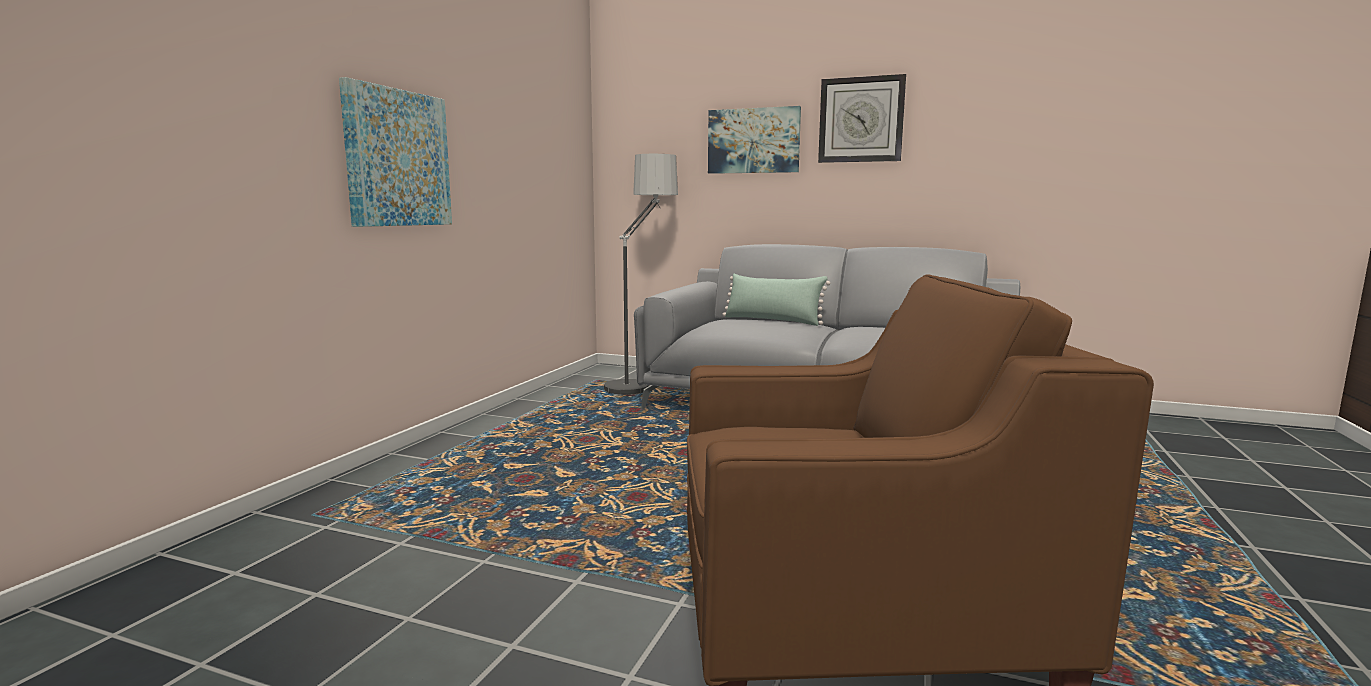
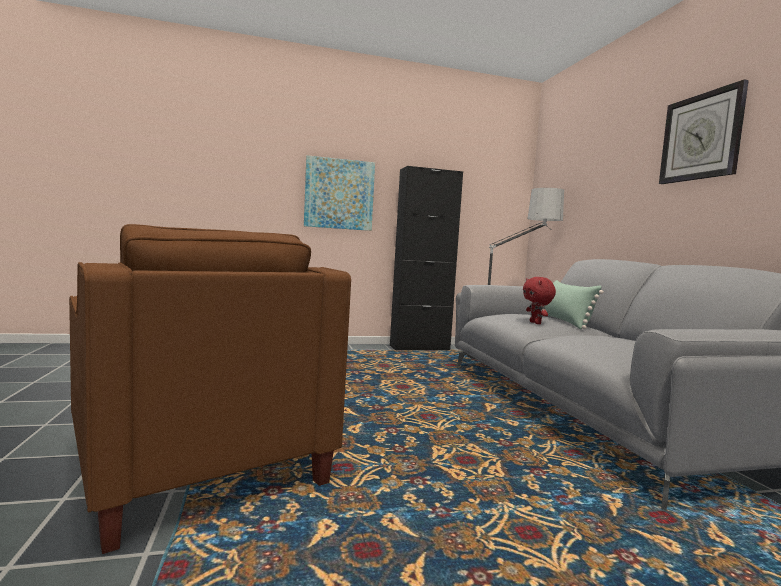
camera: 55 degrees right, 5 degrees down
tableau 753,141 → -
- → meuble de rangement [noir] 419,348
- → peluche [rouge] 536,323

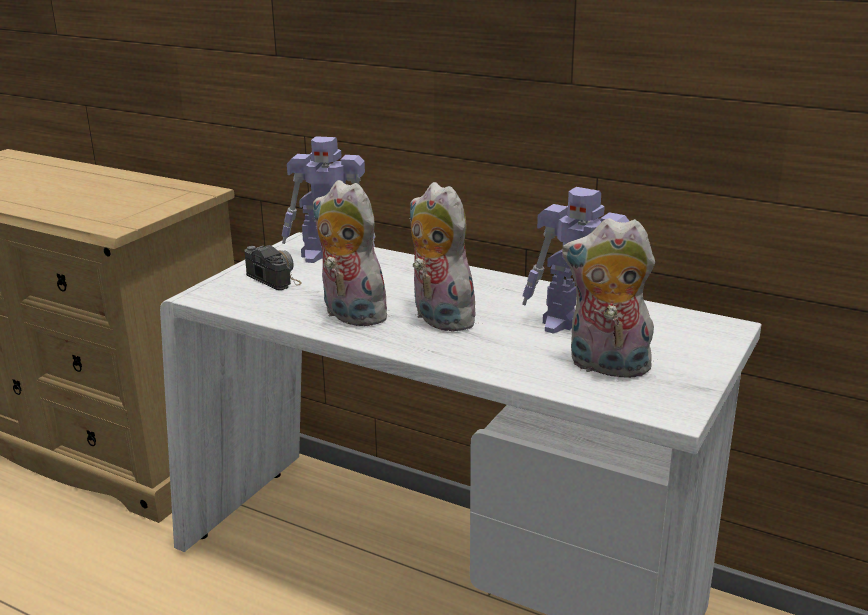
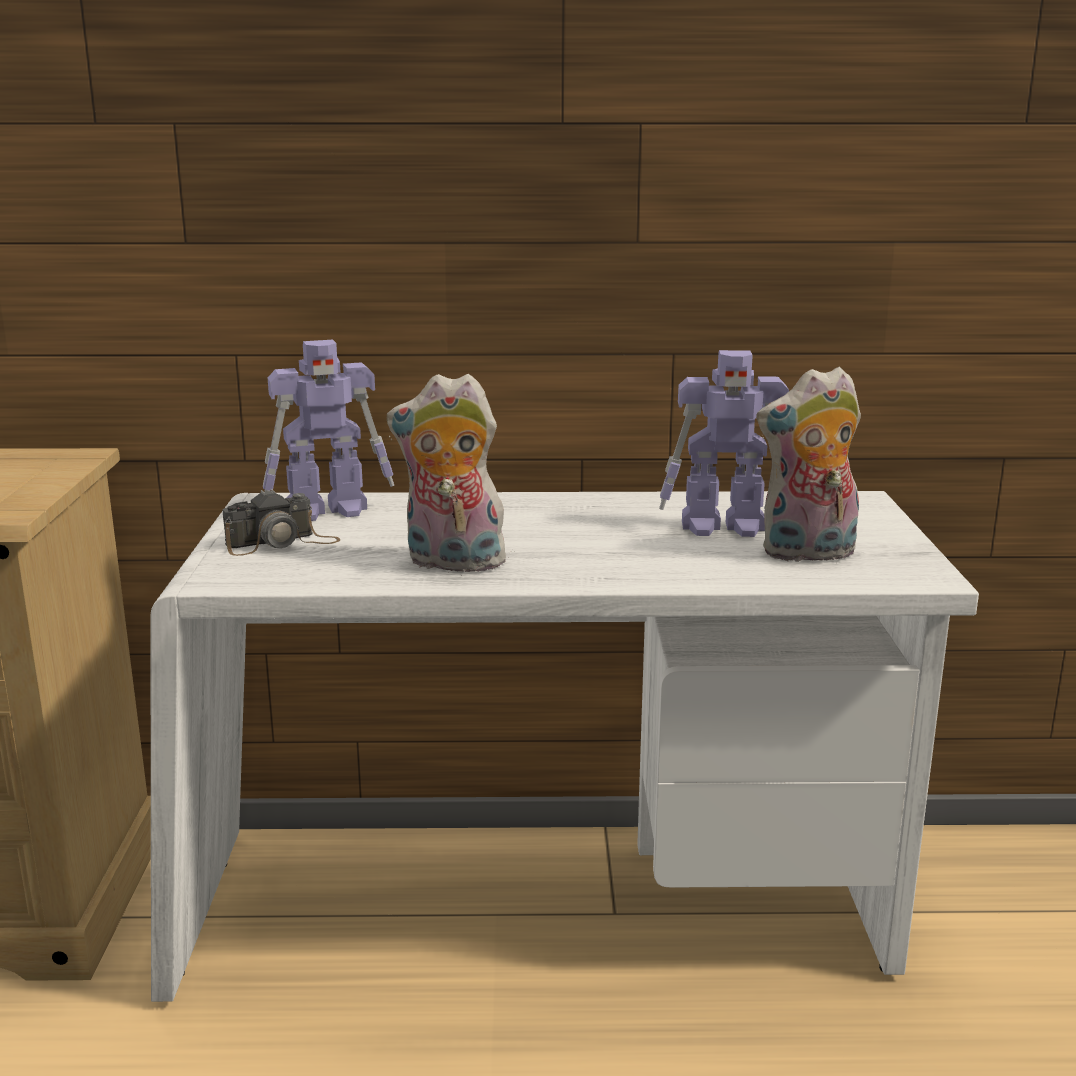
camera: 30 degrees left, 5 degrees down
peluche 438,318 → -
appareil photo 272,276 → appareil photo 282,543, 135 degrees clockwise

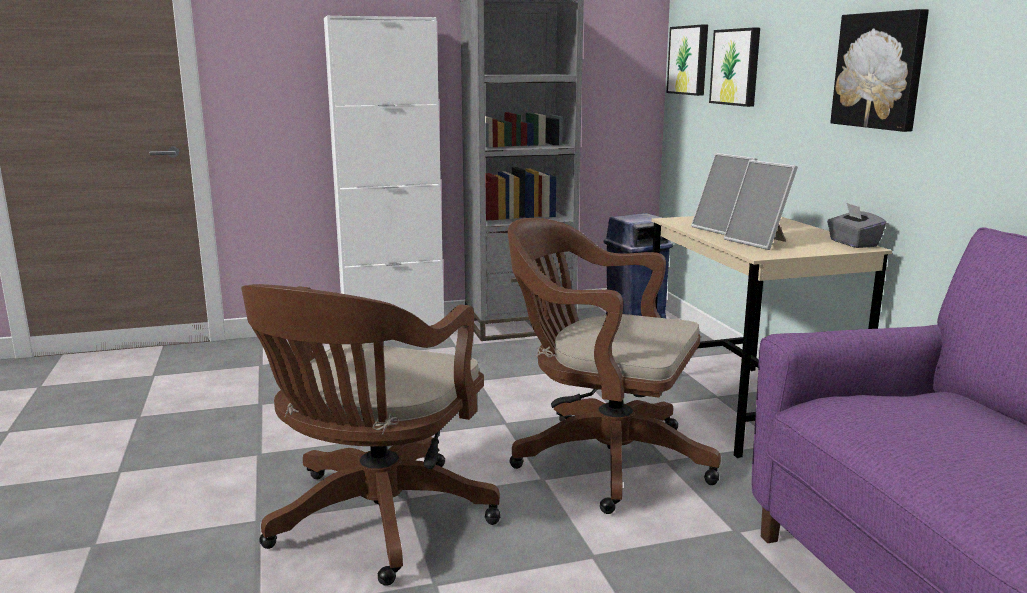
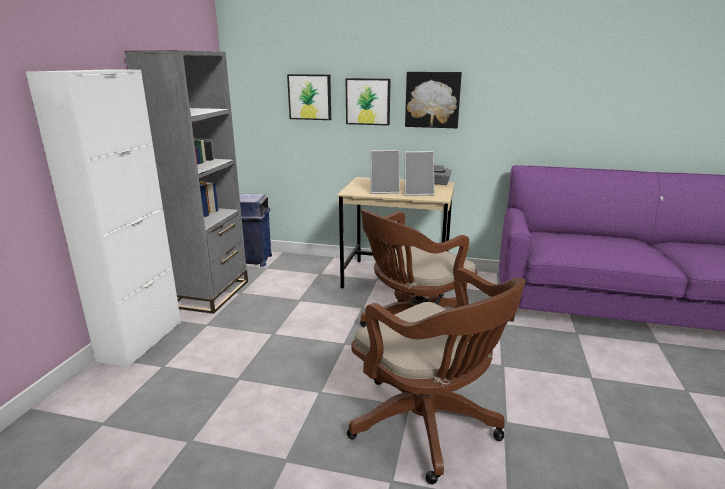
camera: 60 degrees left, 5 degrees up
tableau 689,60 → tableau 368,101, shifted

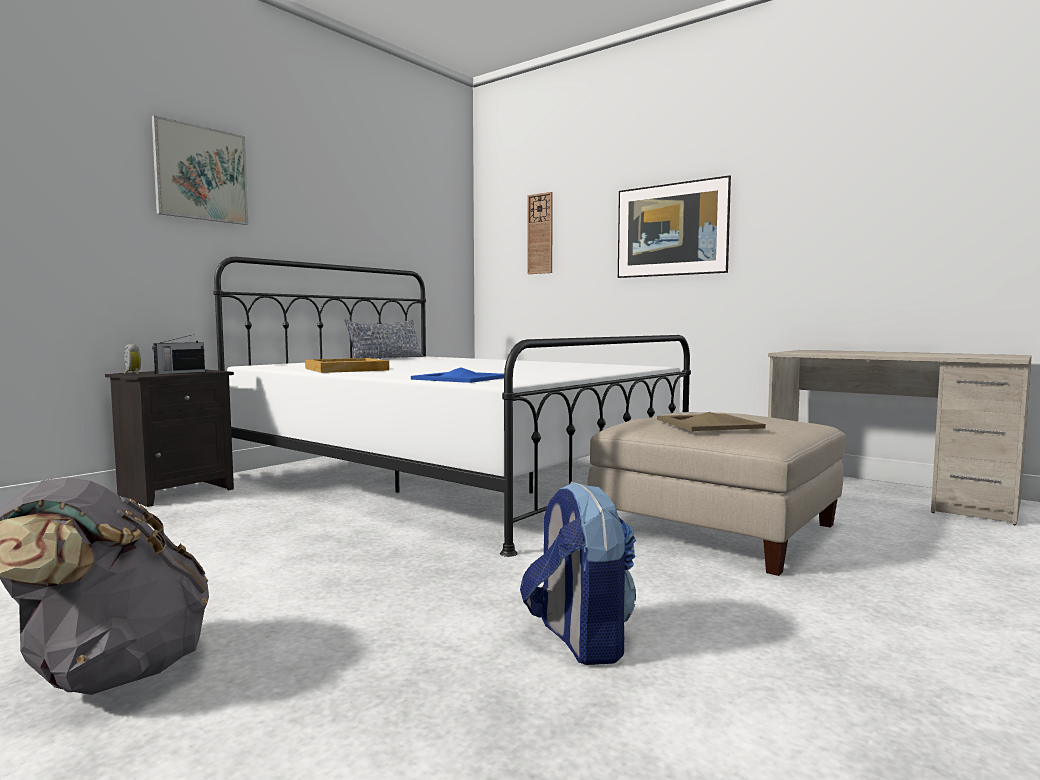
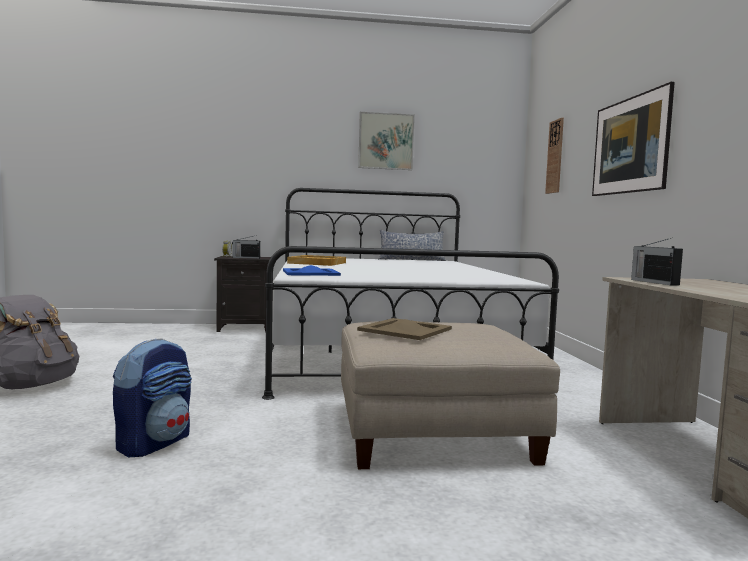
camera: 45 degrees right, 0 degrees up
- → radio 653,282
tableau 201,173 → tableau 386,141, shifted

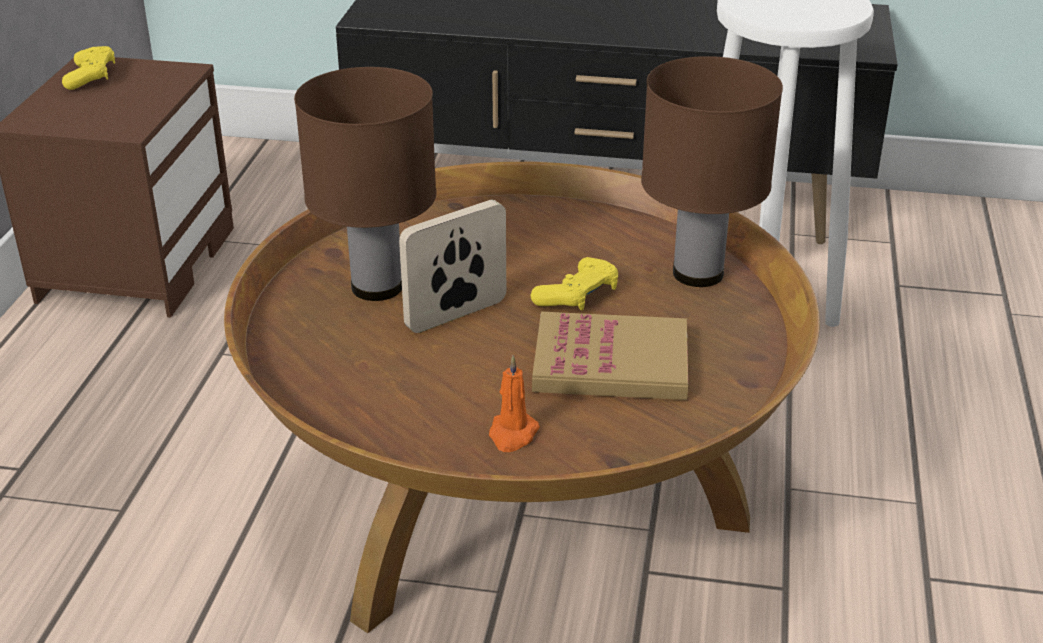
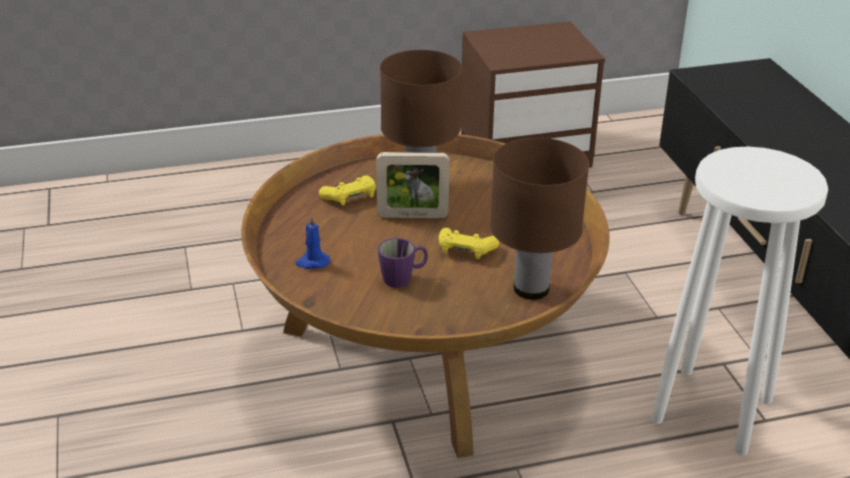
camera: 65 degrees right, 0 degrees up
manette [jaune] 91,77 → manette [jaune] 350,197, shifted
livre 611,363 → mug [violet] 403,278
bougie [orange] 512,434 → bougie [bleu] 312,262
cadre photo 456,314 → cadre photo 412,215, 150 degrees clockwise

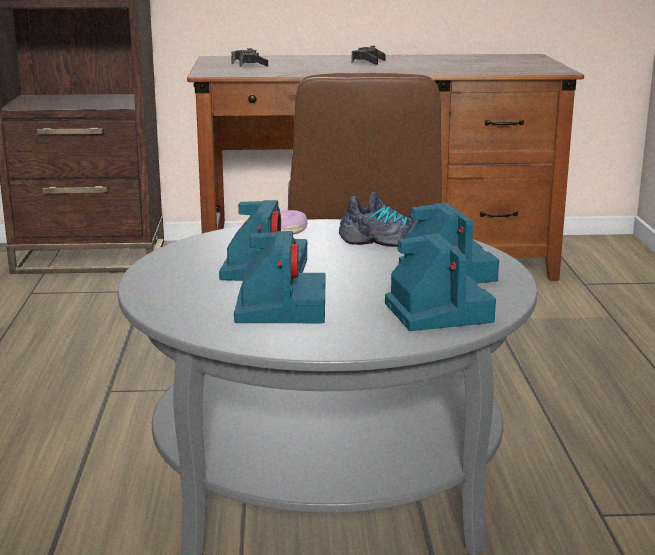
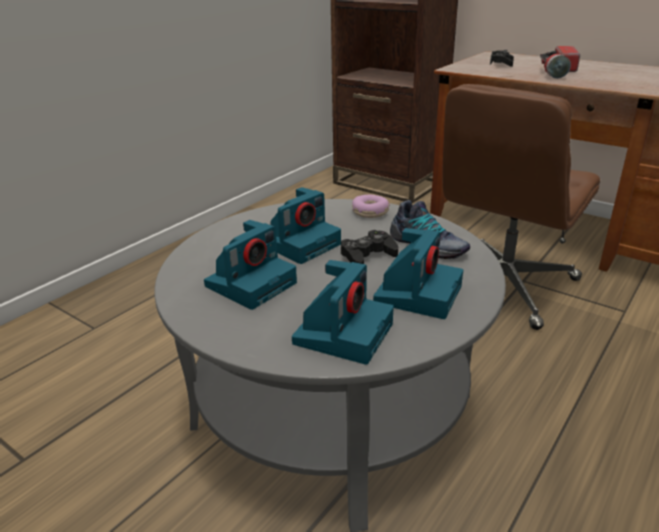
camera: 40 degrees right, 10 degrees up
- → lampe de poche 557,72
manette [noir] 368,62 → manette [noir] 367,256, shifted

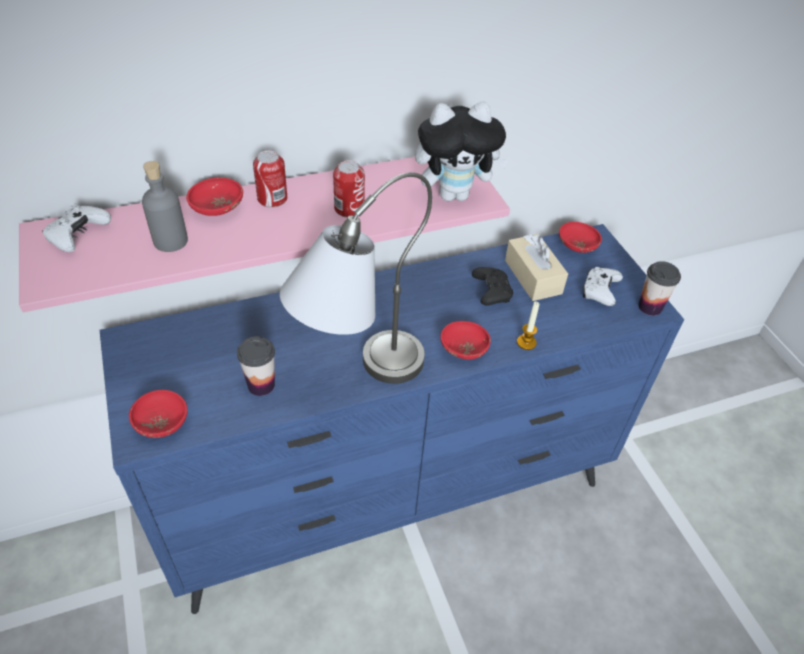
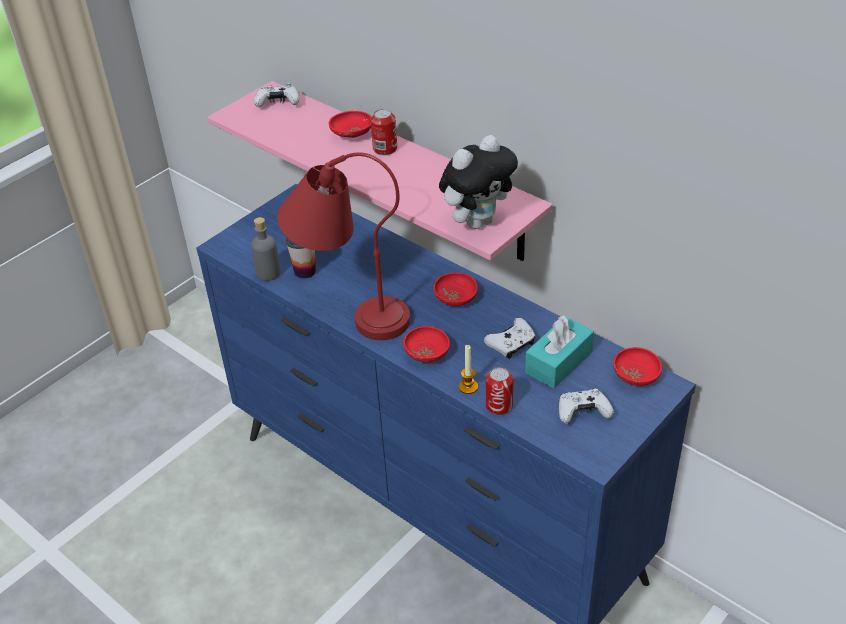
camera: 65 degrees right, 5 degrees down
tasse 650,307 → -
bol [rouge] 162,423 → bol [rouge] 455,299, shifted
bouteille [gris] 170,241 → bouteille [gris] 268,273, shifted
boîte métallique 349,209 → boîte métallique 499,406, shifted
lampe de table [gris] 356,377 → lampe de table [rouge] 349,310
manette [noir] 491,292 → manette [blanc] 511,344
boîte à mouchoirs [beige] 533,277 → boîte à mouchoirs [turquoise] 558,362
peluche 454,194 → peluche 477,221, 90 degrees counterclockwise

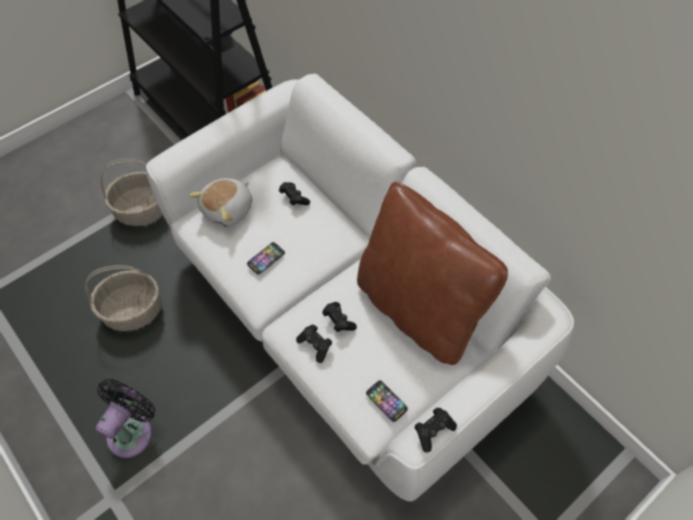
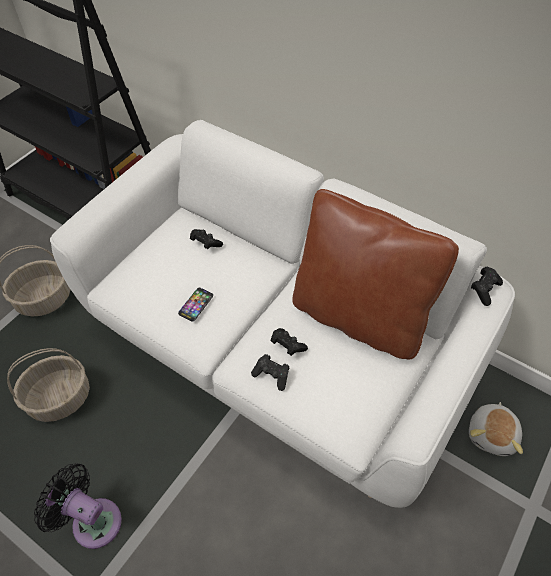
camera: 15 degrees left, 5 degrees down
téléphone 386,401 → -
peluche 228,210 → peluche 492,434, shifted
manette [noir] 433,431 → manette [noir] 484,290, shifted
ventilateur [noir] 133,430 → ventilateur [noir] 92,520, 75 degrees counterclockwise

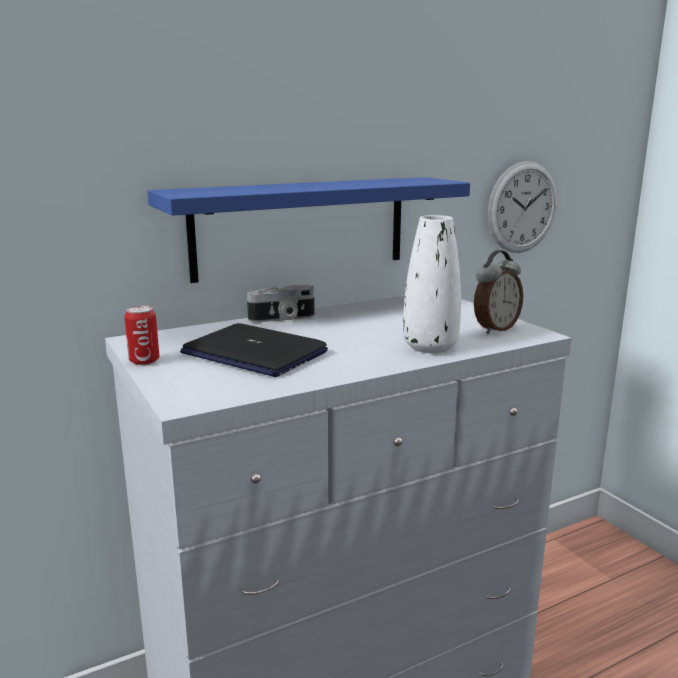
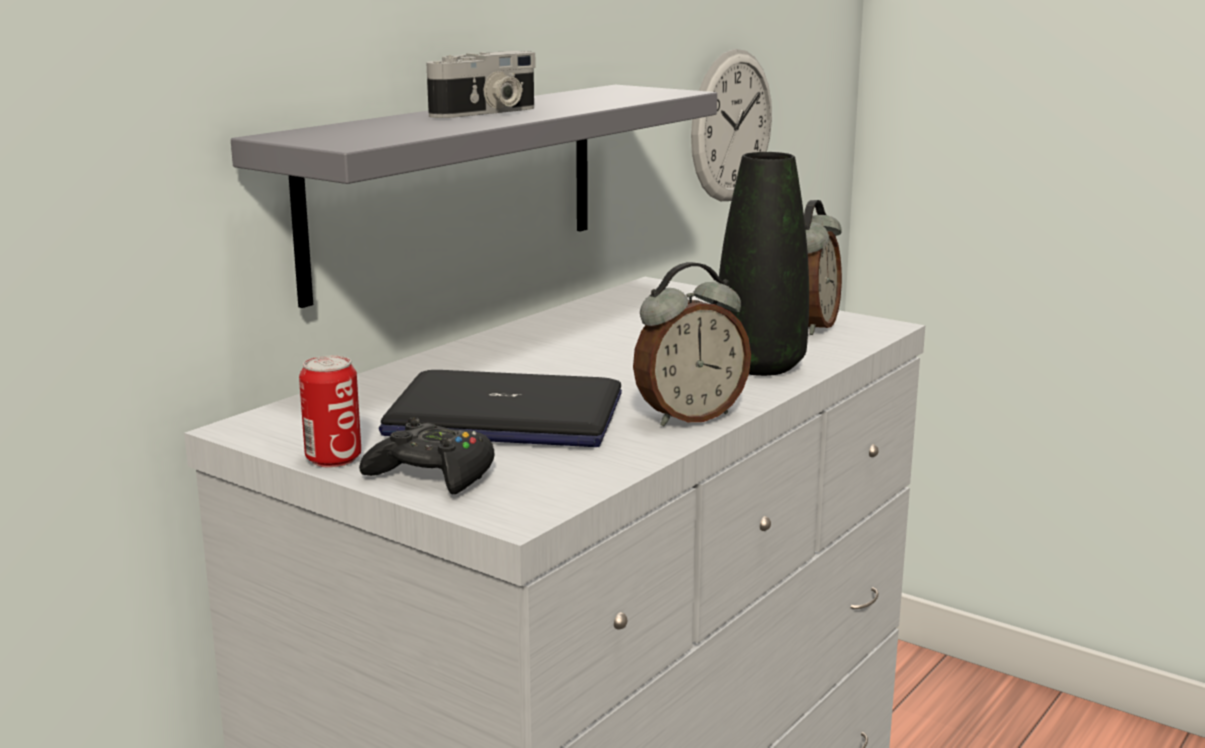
camera: 25 degrees left, 0 degrees up
- → manette [noir] 433,475
- → réveil 689,417
appareil photo 282,319 → appareil photo 487,112, shifted
étagère [bleu] 301,227 → étagère [gris] 455,186
vase [blanc] 430,347 → vase [noir] 760,366

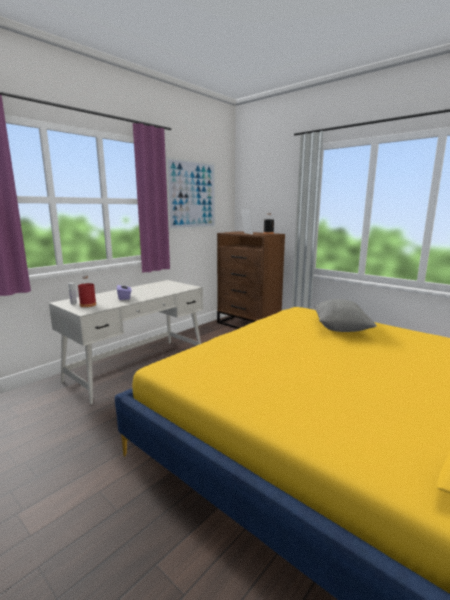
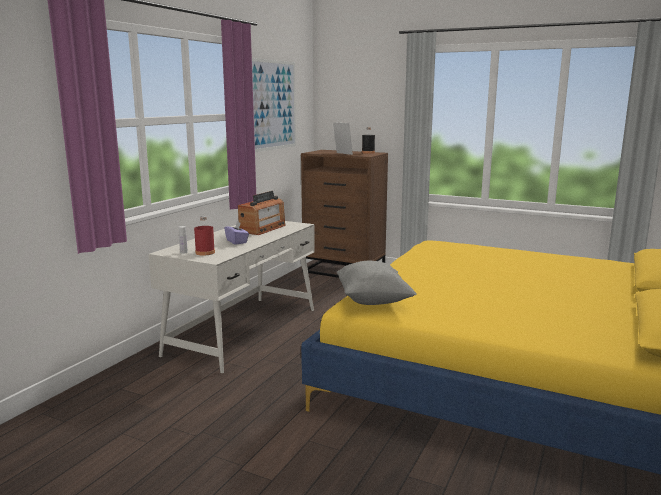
camera: 15 degrees left, 0 degrees up
- → radio 262,229
coussin [gris] 340,329 → coussin [gris] 373,301, shifted

